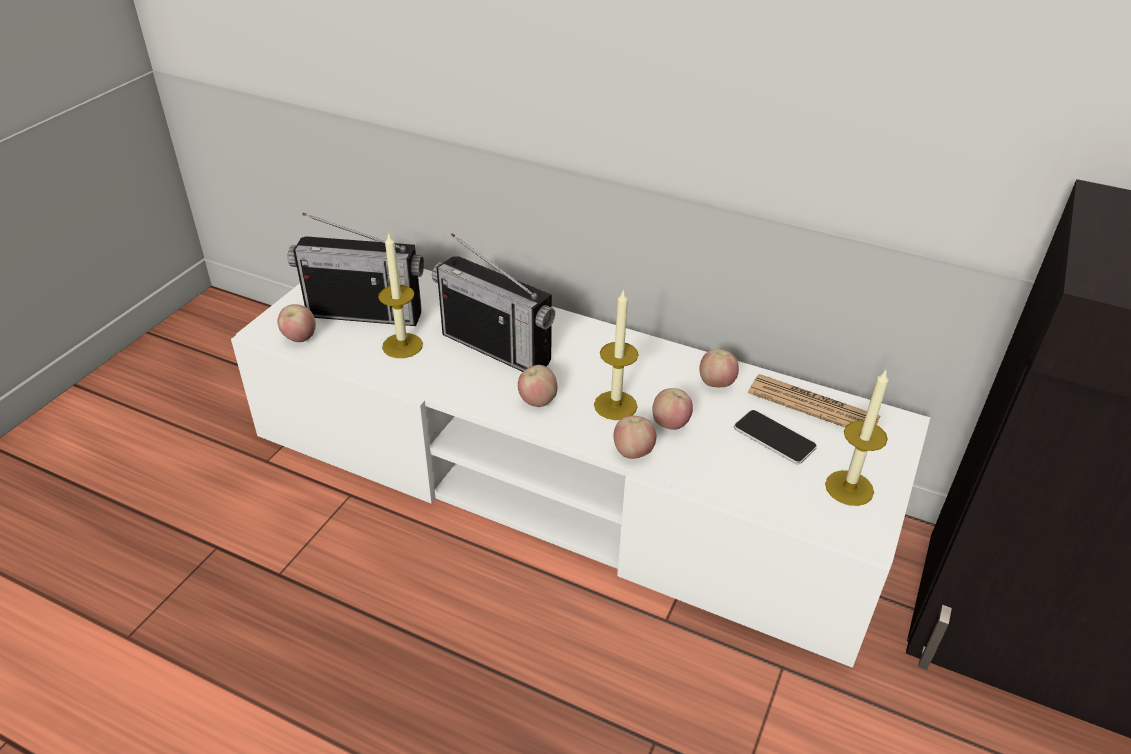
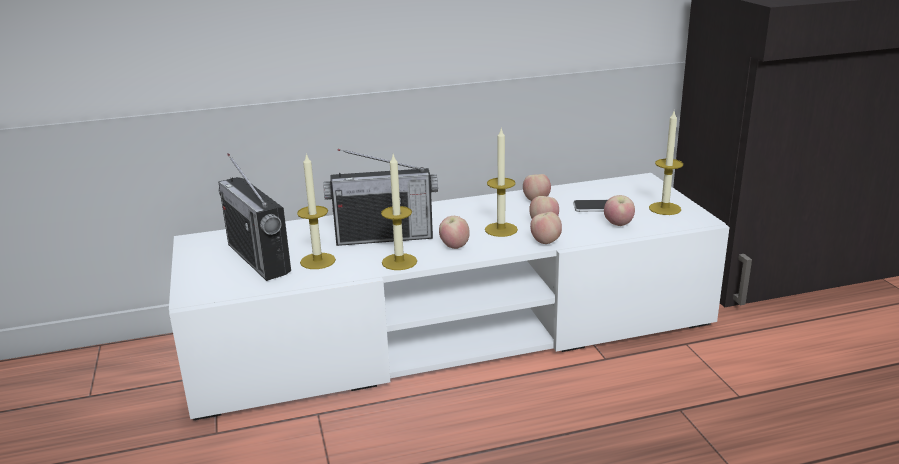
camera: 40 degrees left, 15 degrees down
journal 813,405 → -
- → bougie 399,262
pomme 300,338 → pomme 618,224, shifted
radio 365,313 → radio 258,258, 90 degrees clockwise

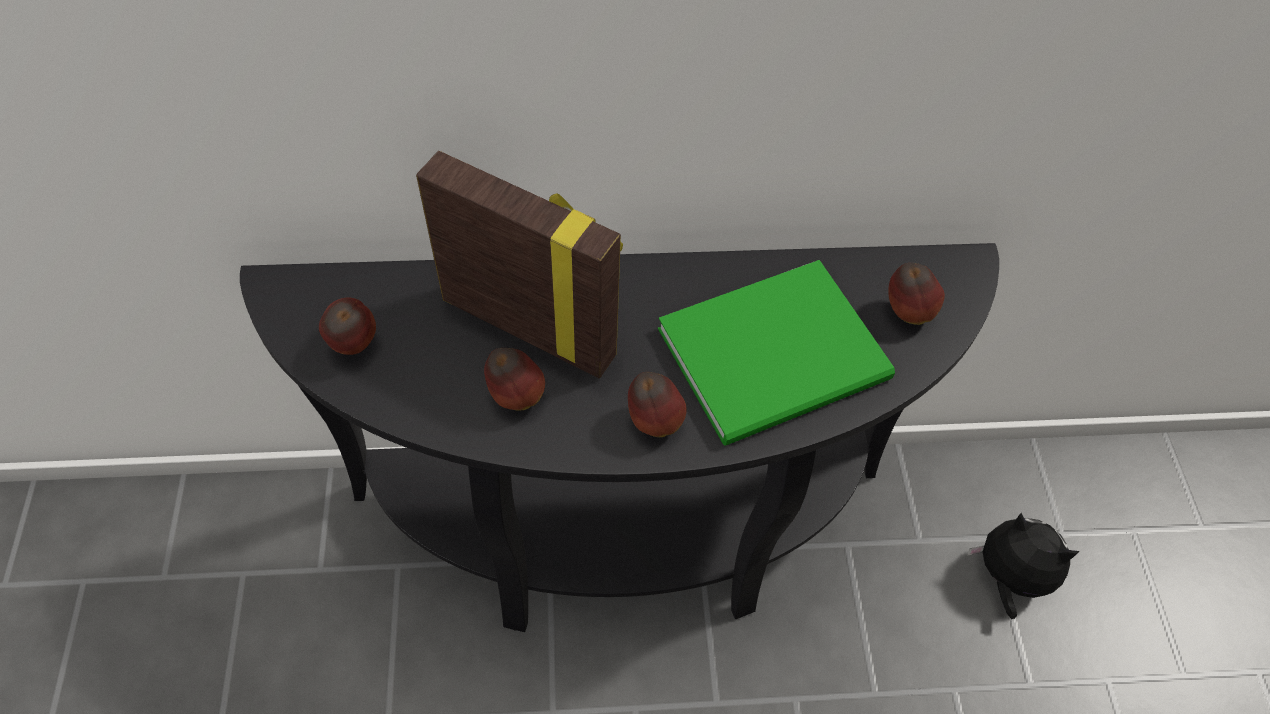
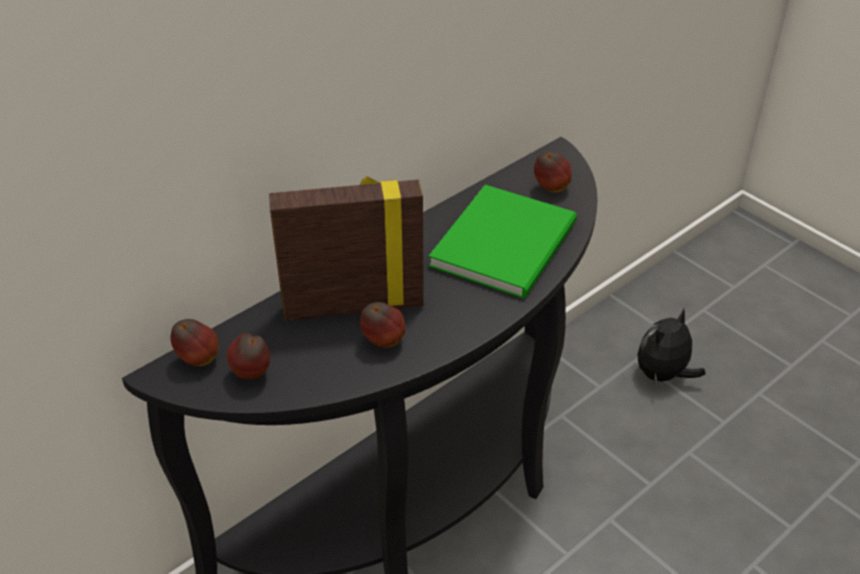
camera: 35 degrees left, 15 degrees down
pomme 653,422 → pomme 198,360, shifted
peluche 1007,577 → peluche 663,375, 45 degrees counterclockwise

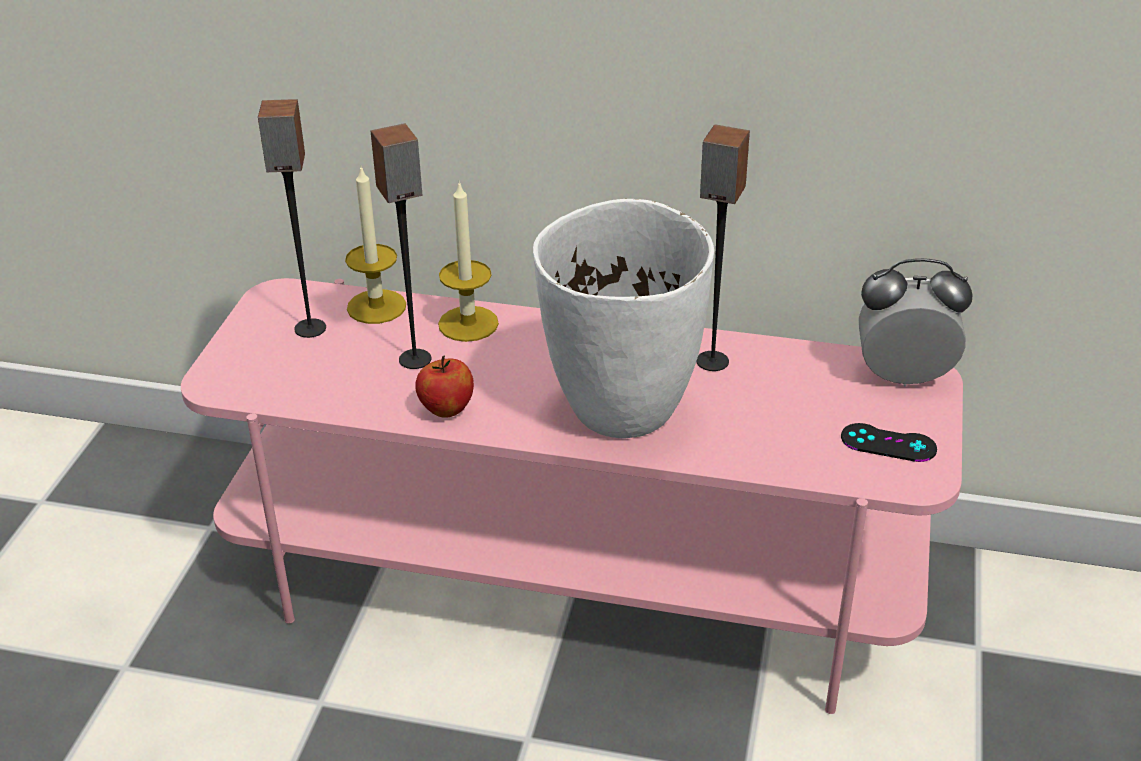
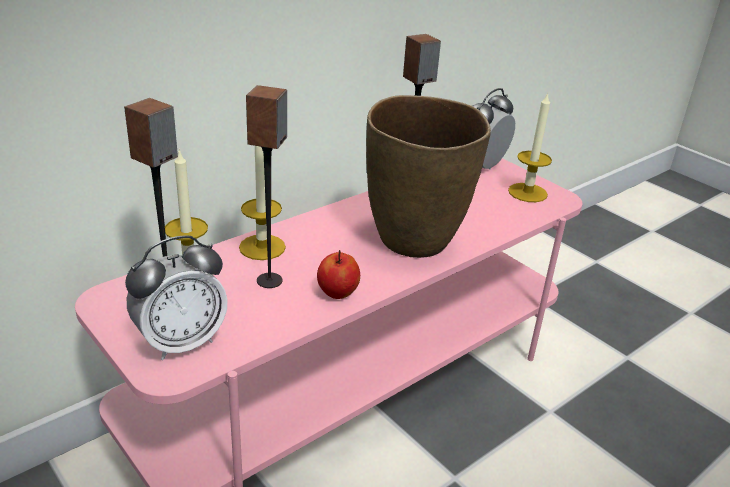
camera: 55 degrees left, 5 degrees down
- → réveil 181,342
manette [noir] 888,443 → bougie 527,192
vase [blanc] 622,411 → vase [marron] 416,241

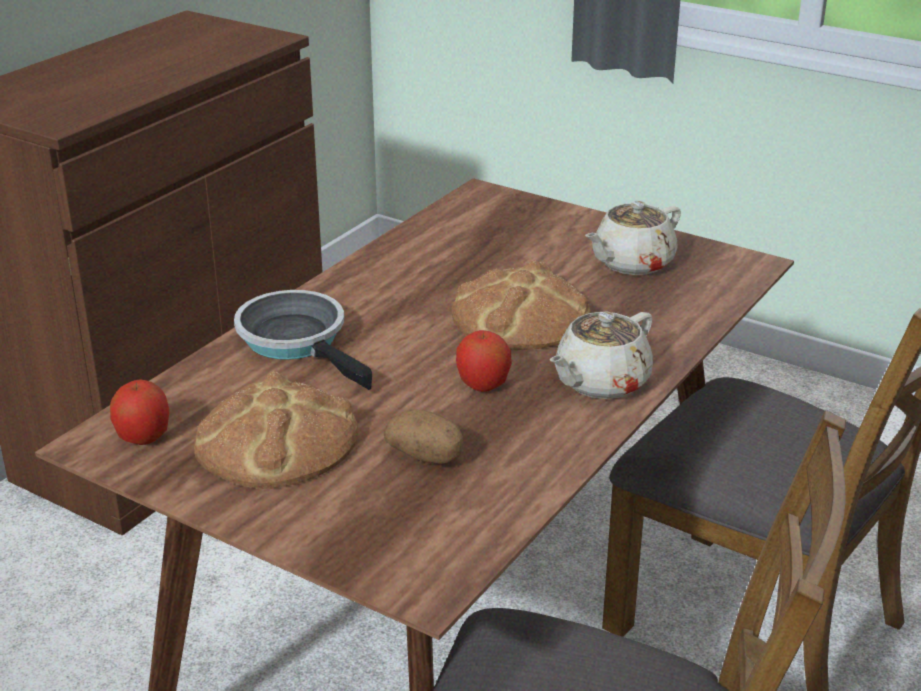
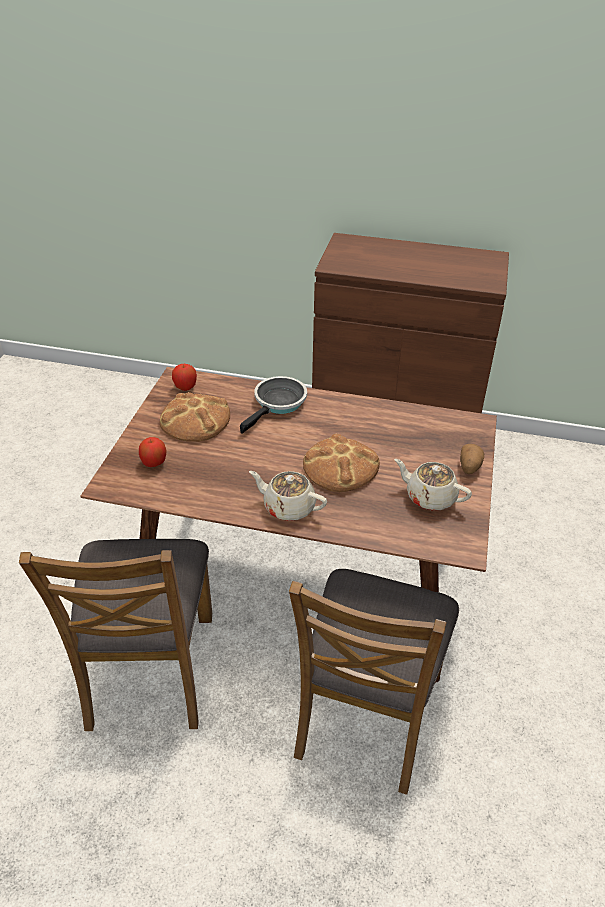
camera: 70 degrees right, 10 degrees up
pomme de terre 426,456 → pomme de terre 469,467, shifted
pomme 483,384 → pomme 154,463, shifted

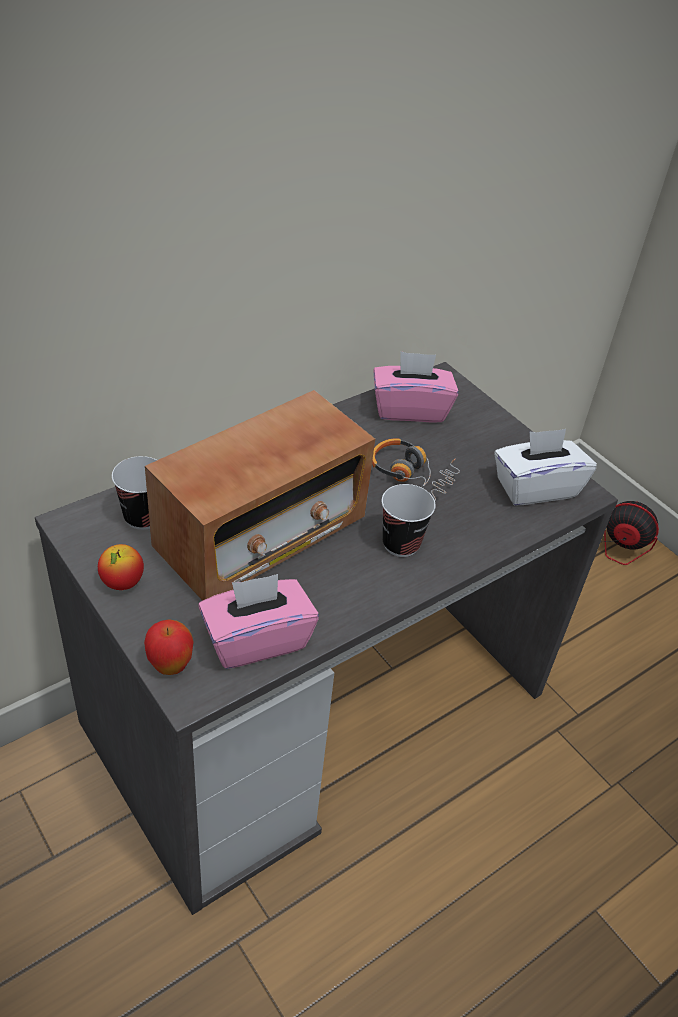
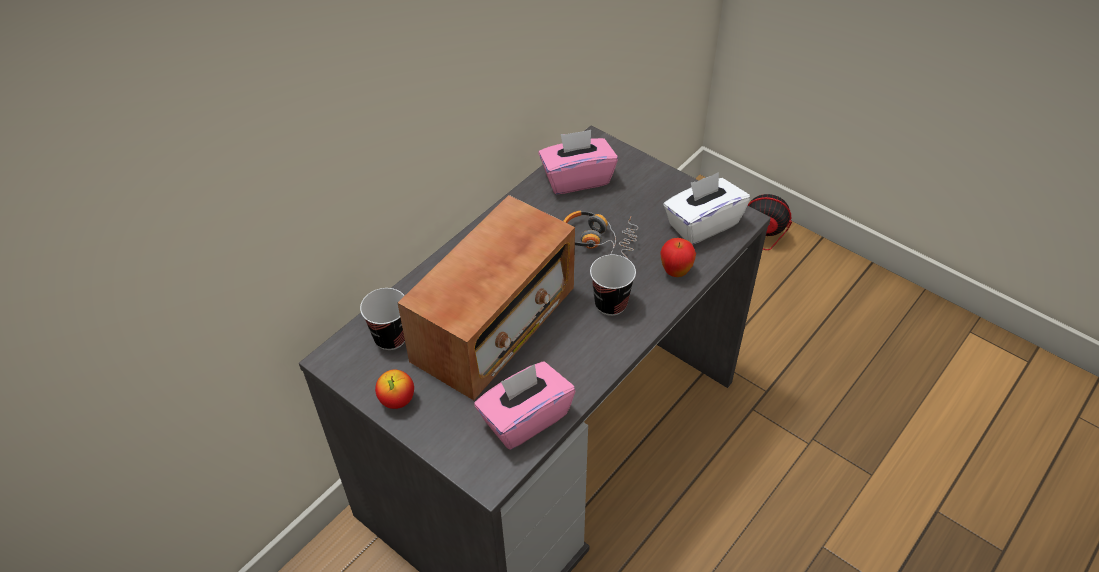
camera: 10 degrees left, 5 degrees up
pomme 170,666 → pomme 675,272, shifted

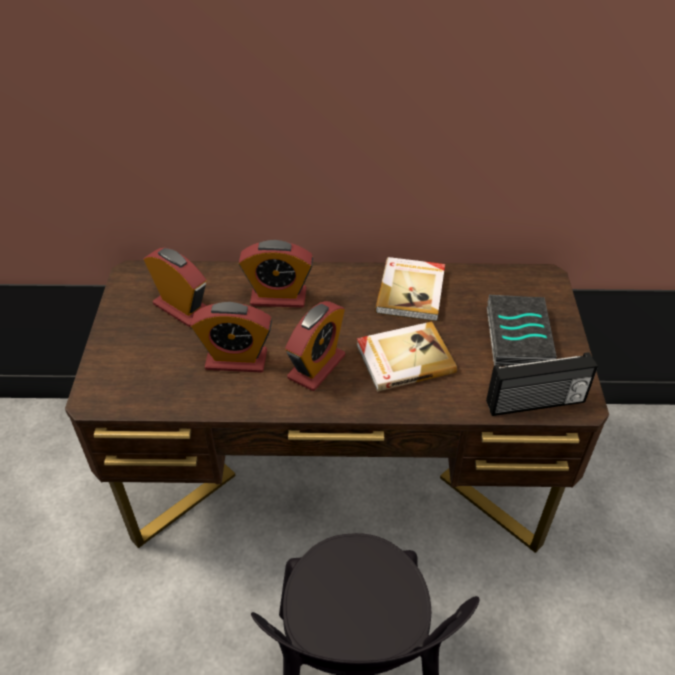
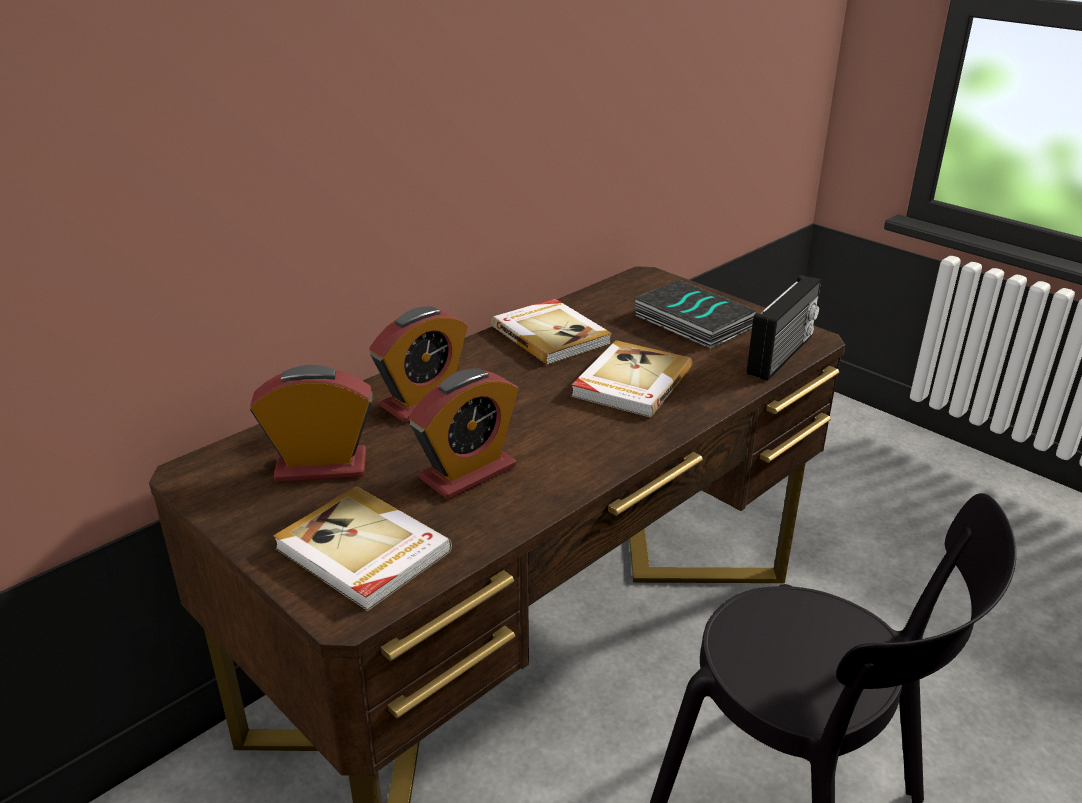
camera: 45 degrees left, 15 degrees down
réveil 316,367 → -
- → livre 362,552

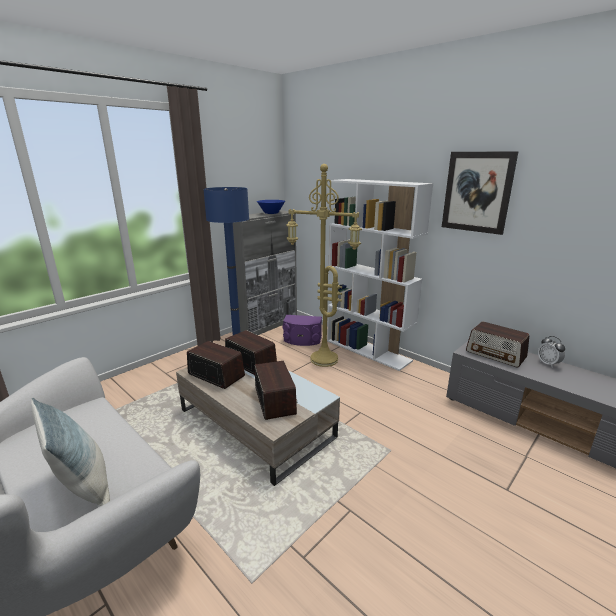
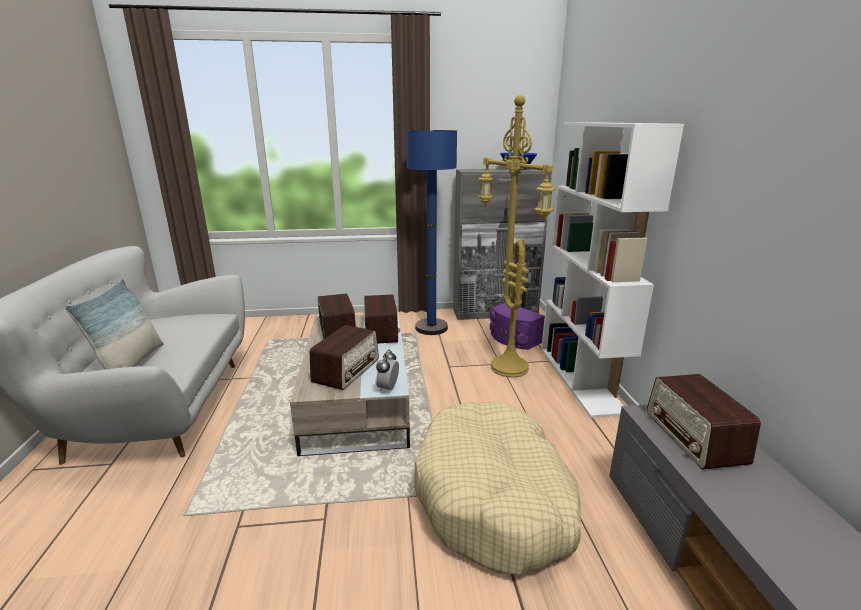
camera: 40 degrees right, 0 degrees up
tableau 477,192 → -
- → panier pour chien [beige] 495,498
réveil 548,364 → réveil 388,388, shifted

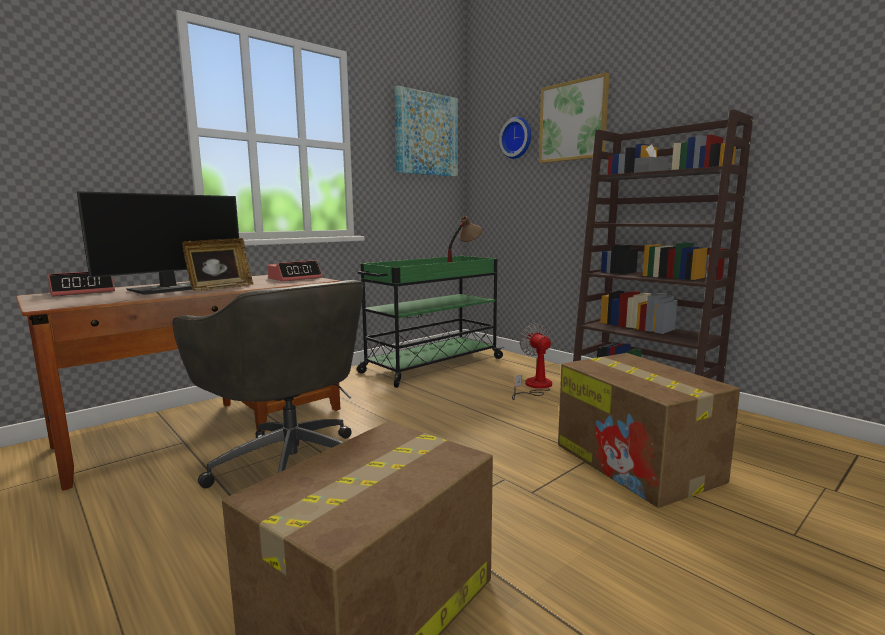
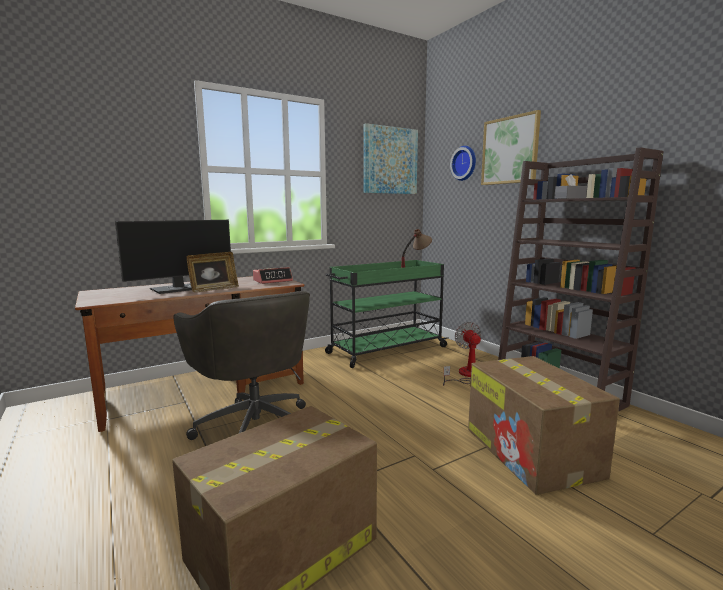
camera: 10 degrees right, 0 degrees up
réveil 83,292 → -

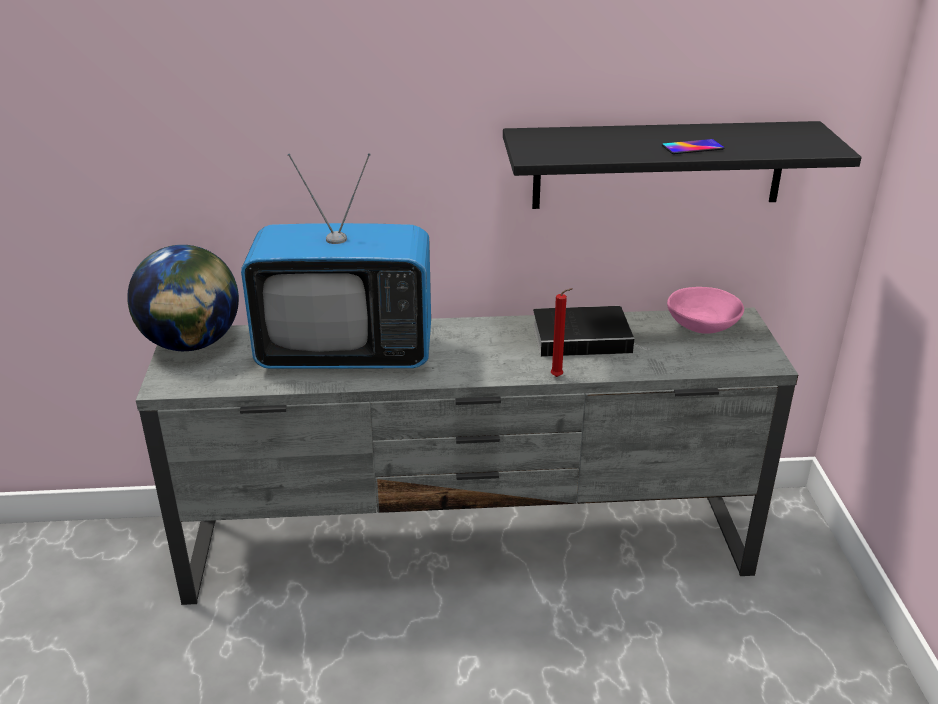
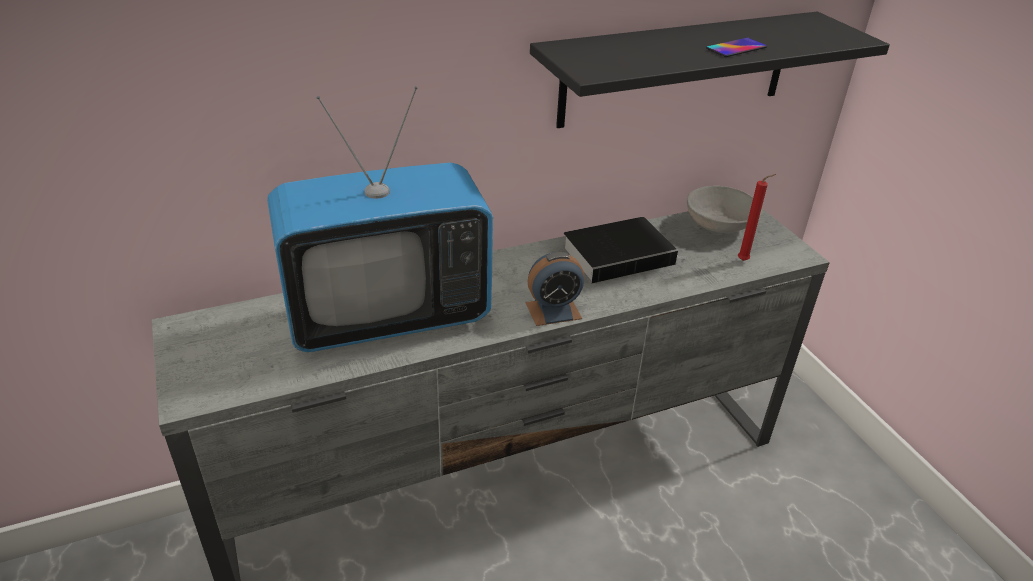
camera: 20 degrees left, 5 degrees up
globe 192,343 → -
- → réveil 553,310
bougie [rouge] 558,377 → bougie [rouge] 745,261, shifted
bol [rose] 701,326 → bol [gris] 718,225

